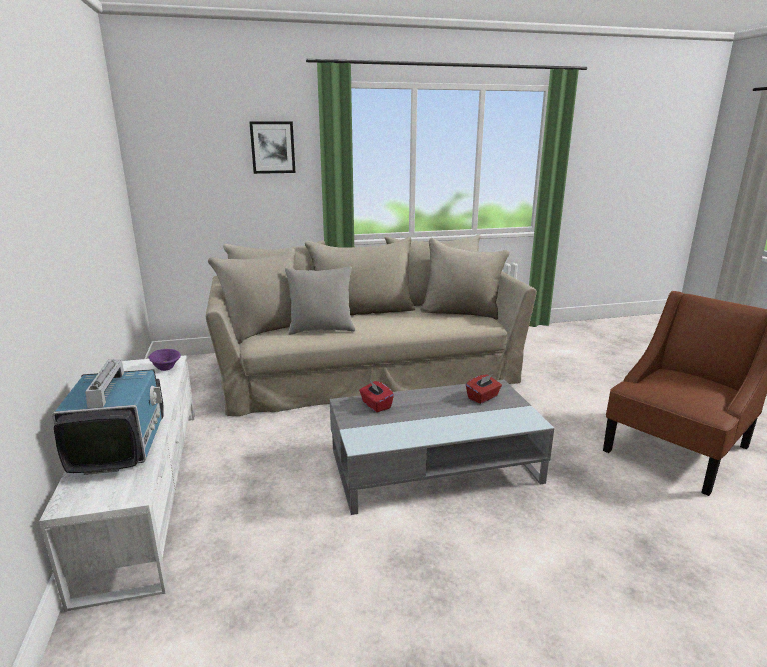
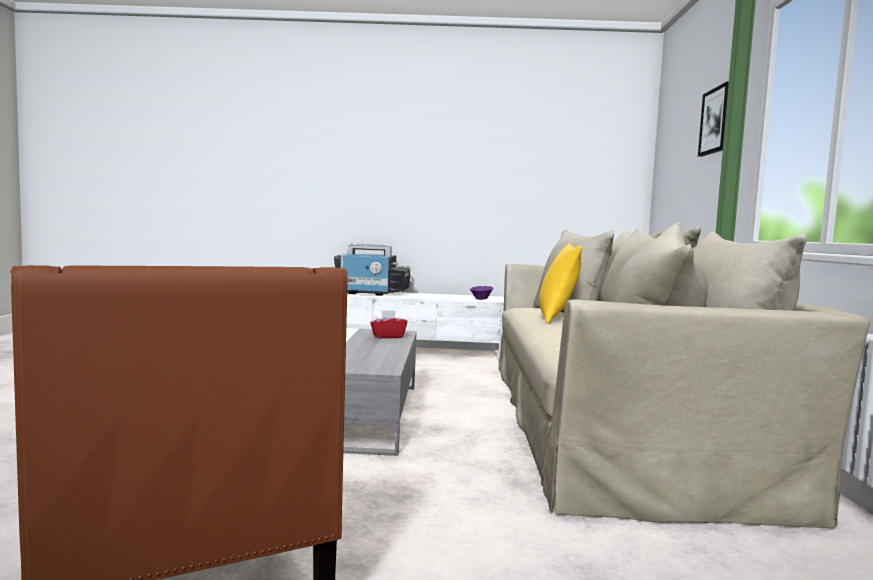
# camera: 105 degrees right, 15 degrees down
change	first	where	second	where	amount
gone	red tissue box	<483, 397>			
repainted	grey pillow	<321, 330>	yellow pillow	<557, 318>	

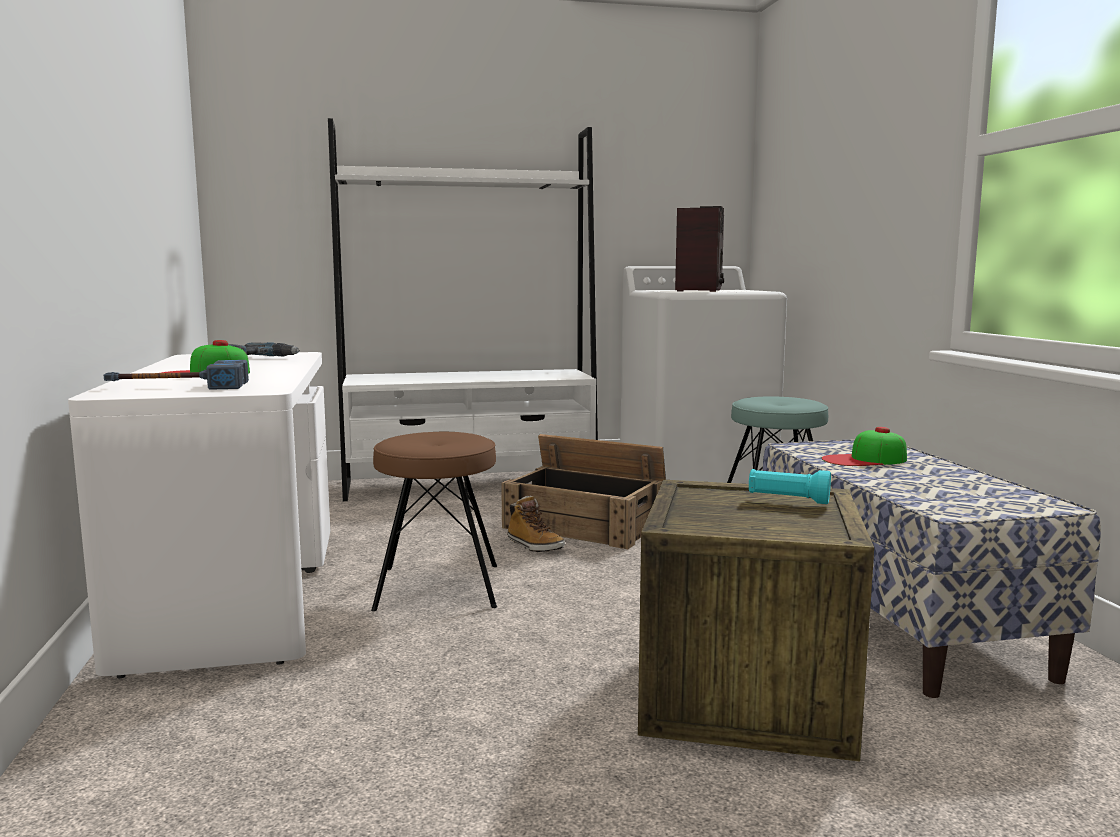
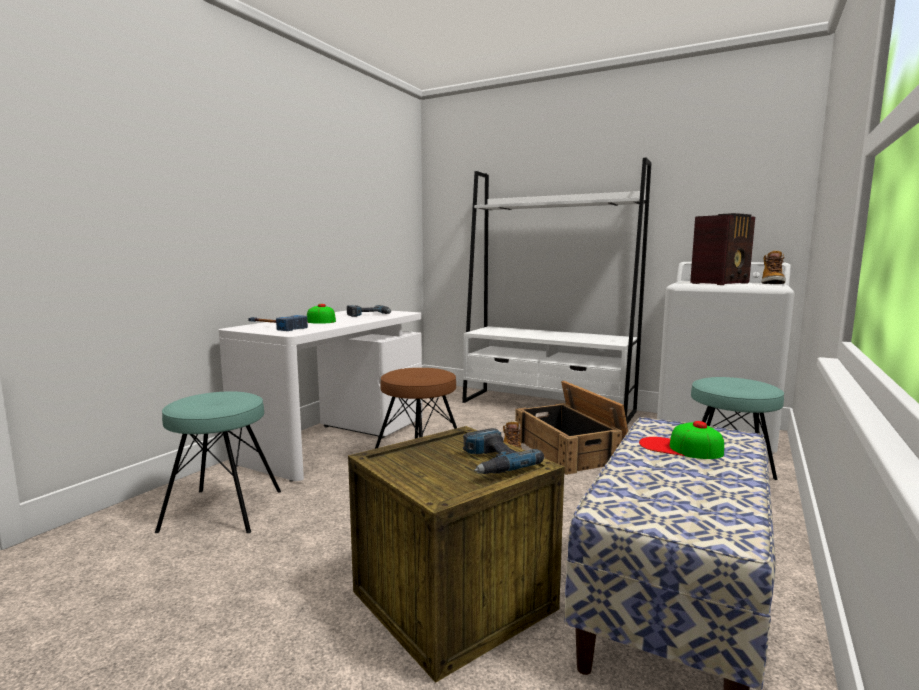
# camera: 40 degrees right, 0 degrees up
change	first	where	second	where	amount
new			turquoise stool	<223, 510>	
new			boot	<772, 283>	
swapped	turquoise flashlight	<787, 500>	power drill	<492, 461>	

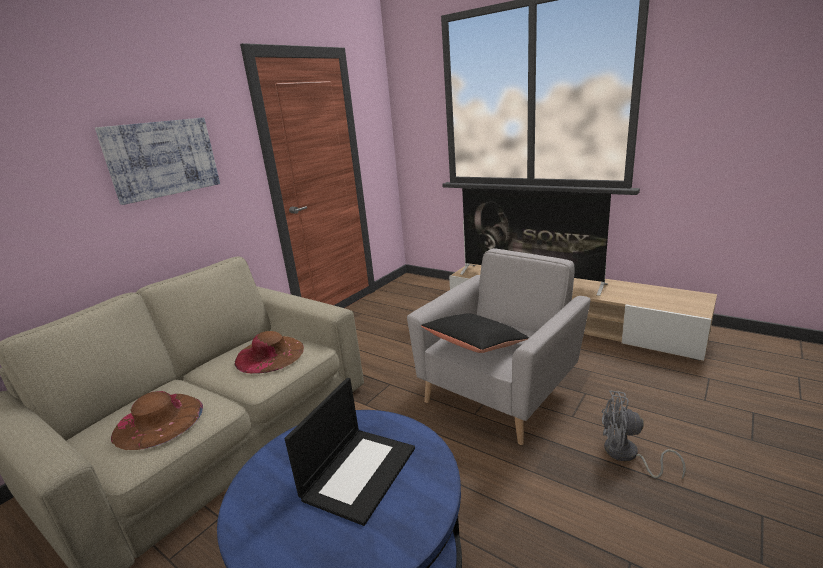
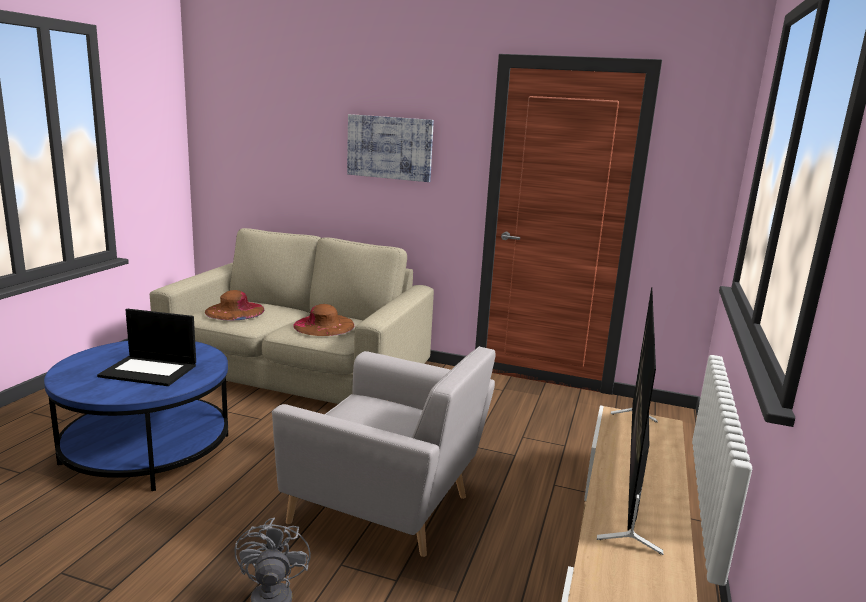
# camera: 70 degrees right, 5 degrees down
change	first	where	second	where	amount
gone	black pillow	<475, 346>			

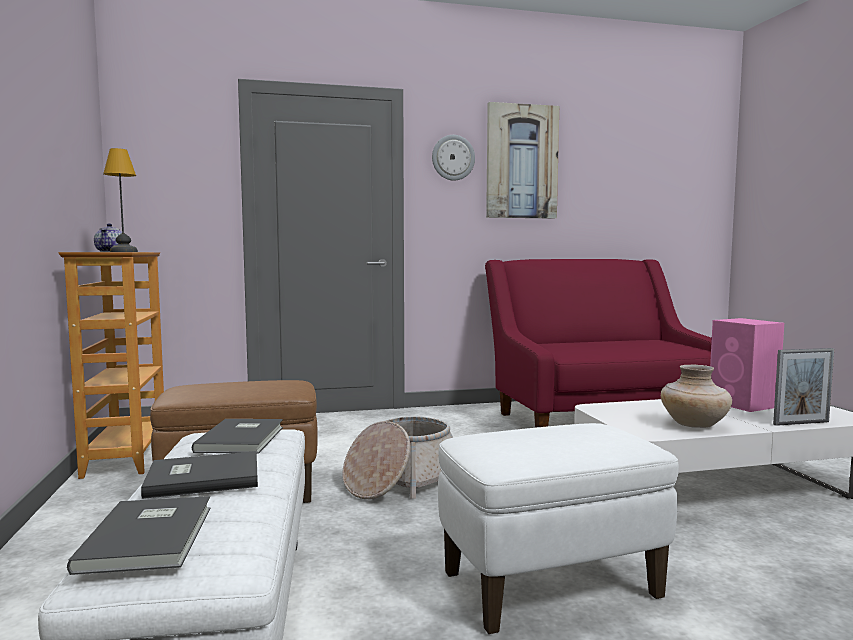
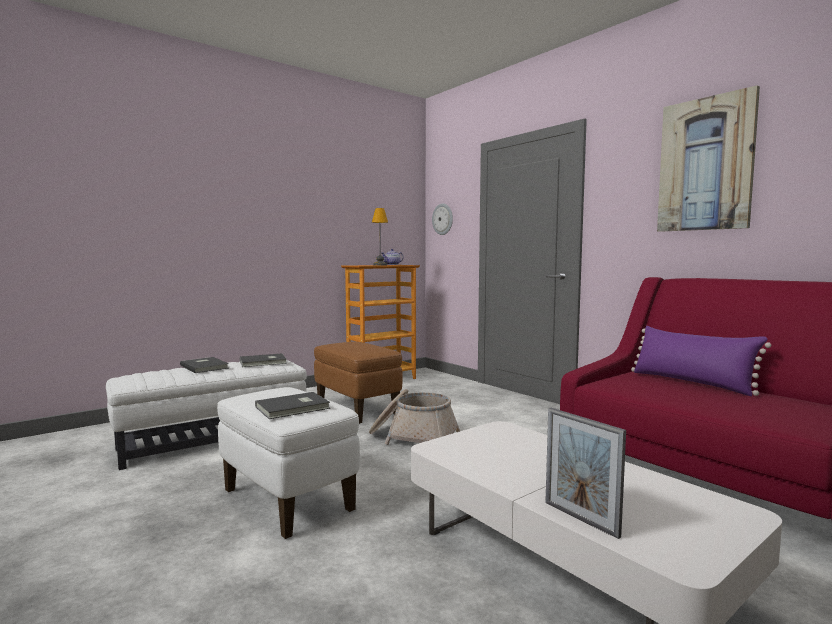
# camera: 65 degrees right, 0 degrees up
change	first	where	second	where	amount
gone	beige vase	<694, 425>			
gone	pink speaker	<744, 404>			
new			purple pillow	<691, 382>	
shifted	grey book	<152, 536>		<294, 408>	
shifted	wall clock	<453, 157>		<443, 219>	

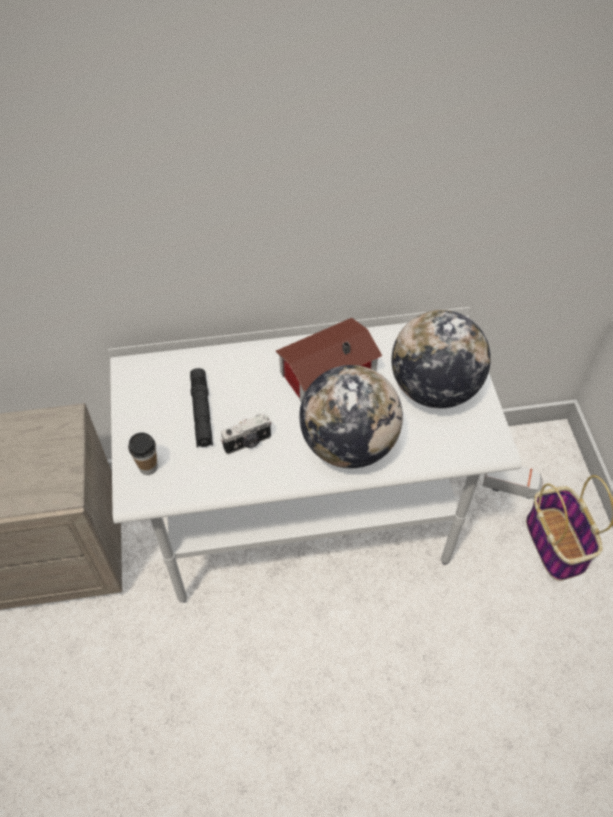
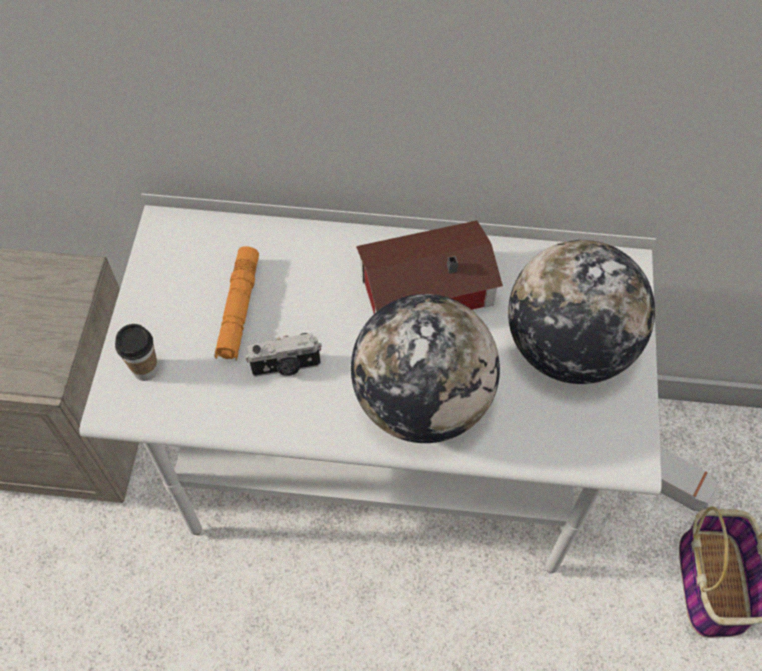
# camera: 15 degrees right, 5 degrees up
change	first	where	second	where	amount
repainted	black flashlight	<201, 412>	orange flashlight	<238, 309>	

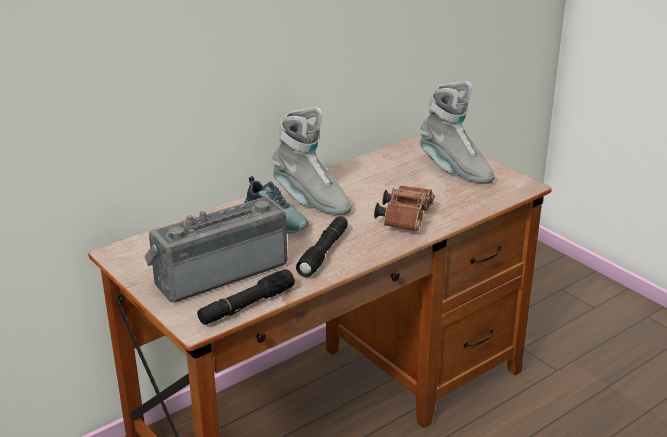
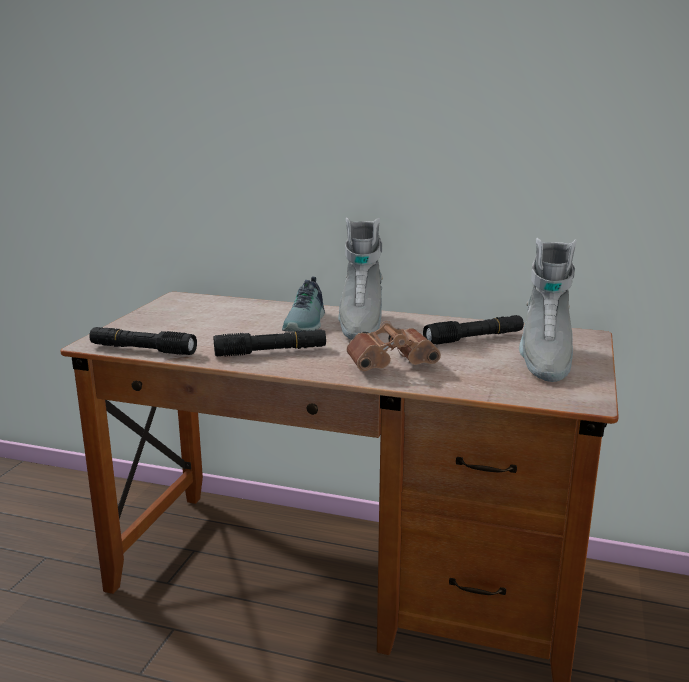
# camera: 55 degrees right, 10 degrees down
change	first	where	second	where	amount
gone	radio	<219, 272>			
new			black flashlight	<474, 338>	

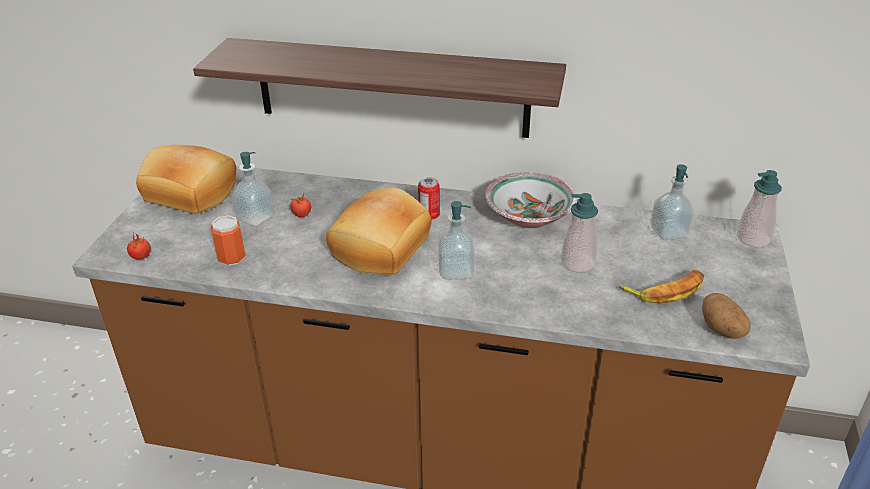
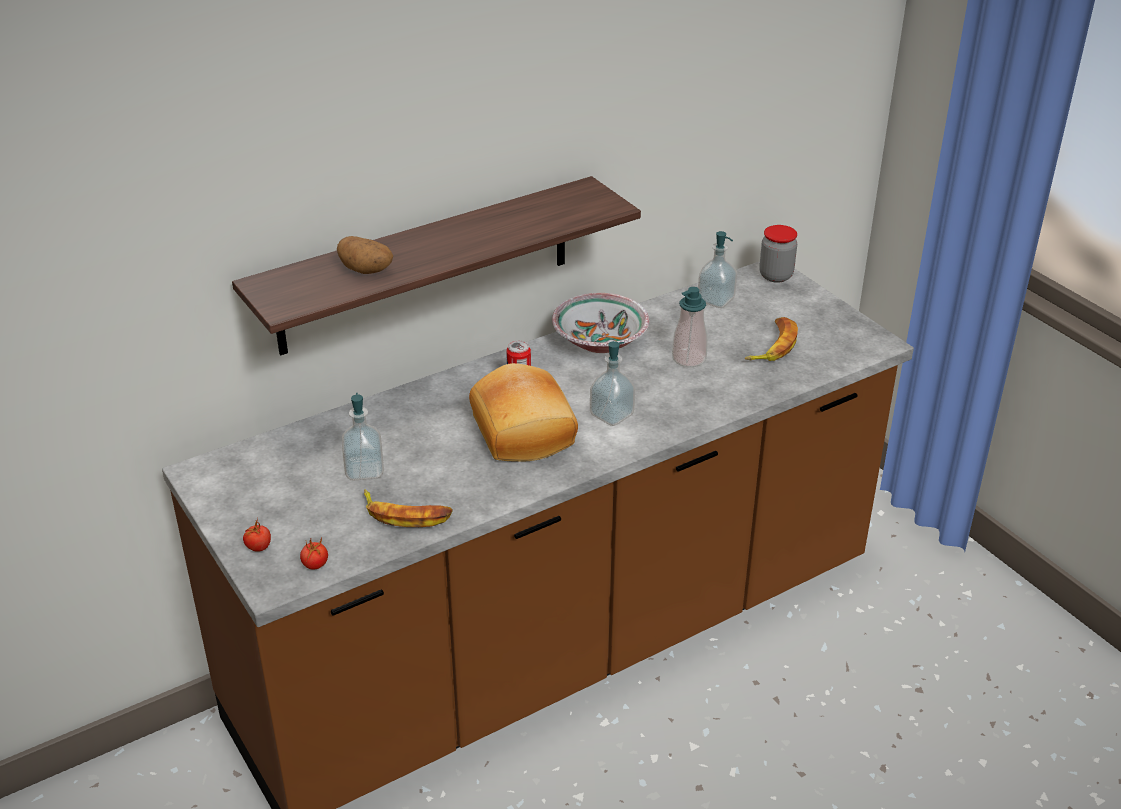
# camera: 45 degrees left, 0 degrees up
change	first	where	second	where	amount
gone	bread	<189, 194>			
shifted	tomato	<301, 214>		<258, 547>	
shifted	potato	<722, 330>		<367, 270>	
swapped	can	<231, 258>	banana	<406, 514>	
swapped	soap dispenser	<753, 239>	jar	<775, 276>	

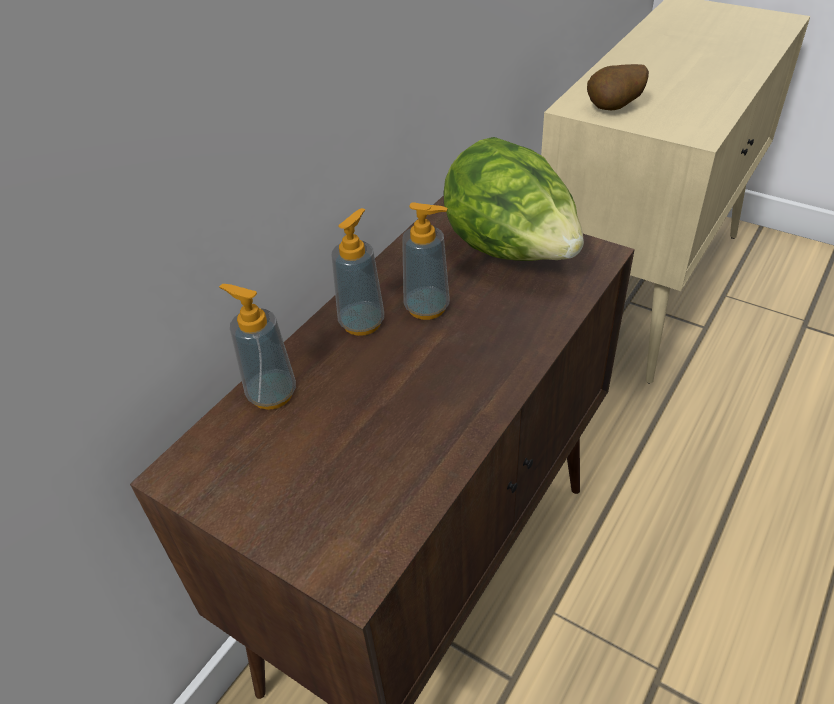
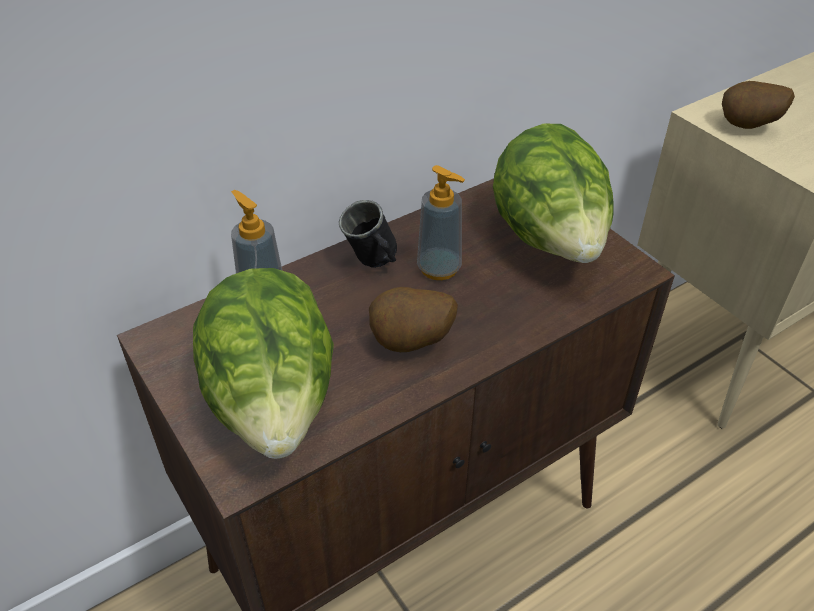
# camera: 20 degrees right, 0 degrees up
change	first	where	second	where	amount
new			lettuce	<274, 404>	
new			potato	<411, 344>	
swapped	soap dispenser	<362, 323>	black mug	<374, 263>	

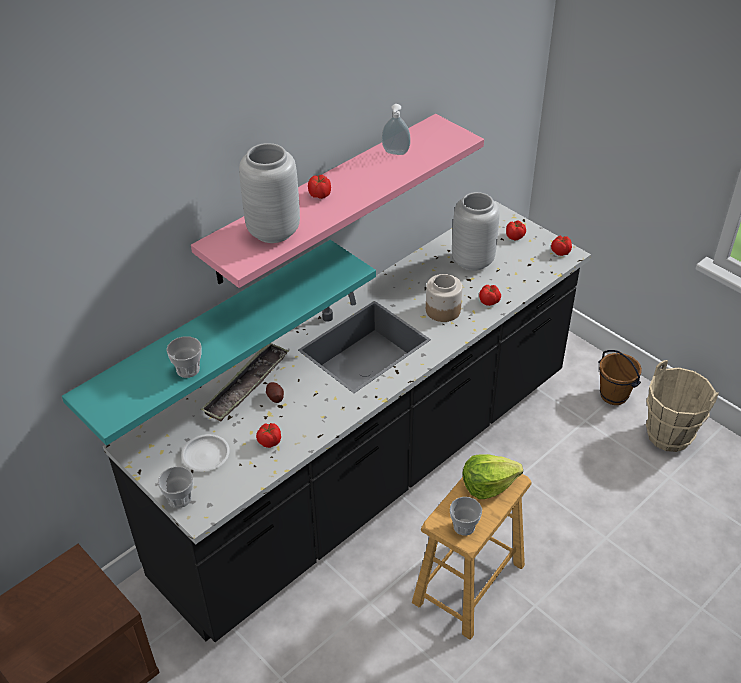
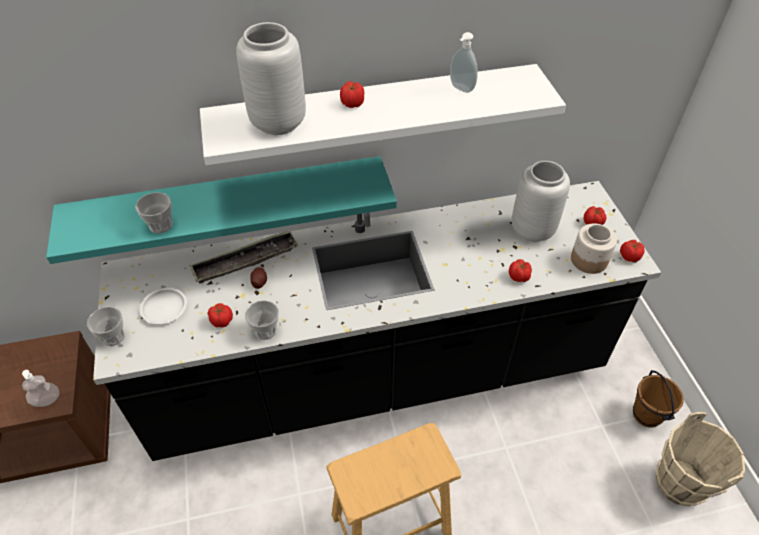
# camera: 30 degrees right, 5 degrees up
change	first	where	second	where	amount
gone	lettuce	<488, 484>			
new			soap dispenser	<47, 400>	
shifted	jar	<442, 310>		<588, 260>	
shifted	cup	<464, 526>		<265, 330>	
repainted	pink shelf	<324, 198>	white shelf	<375, 111>	

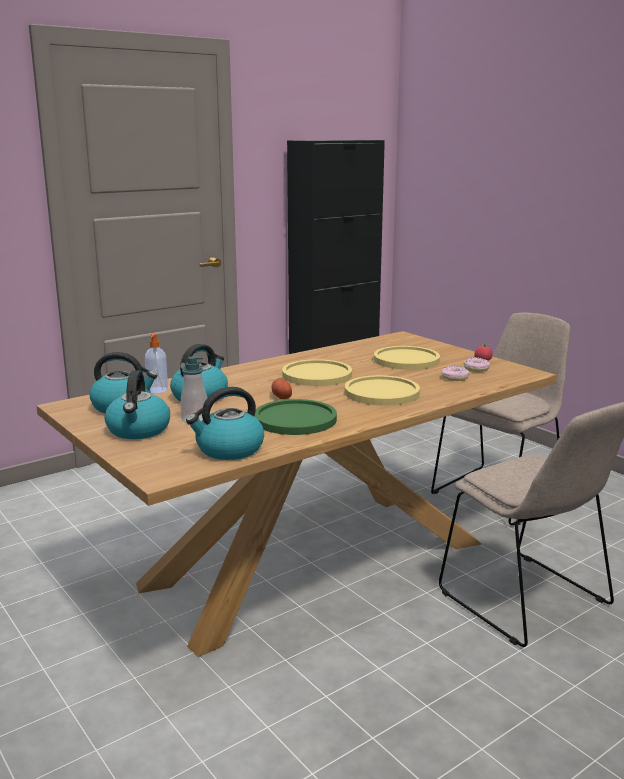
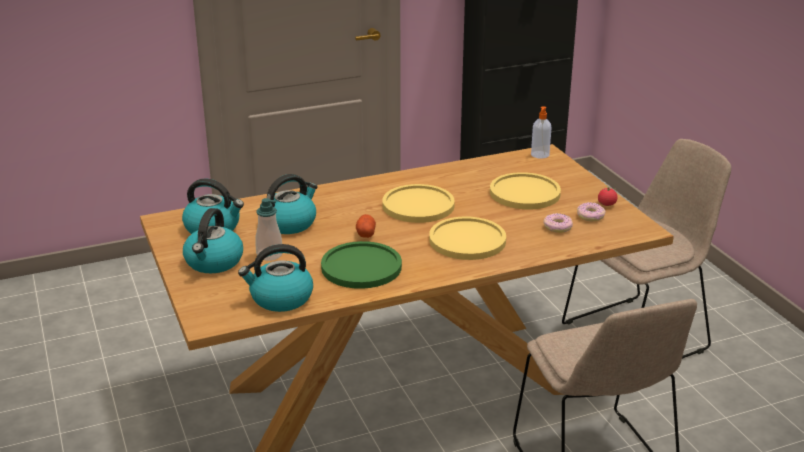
# camera: 15 degrees right, 10 degrees up
change	first	where	second	where	amount
shifted	soap dispenser	<157, 390>		<540, 155>	

